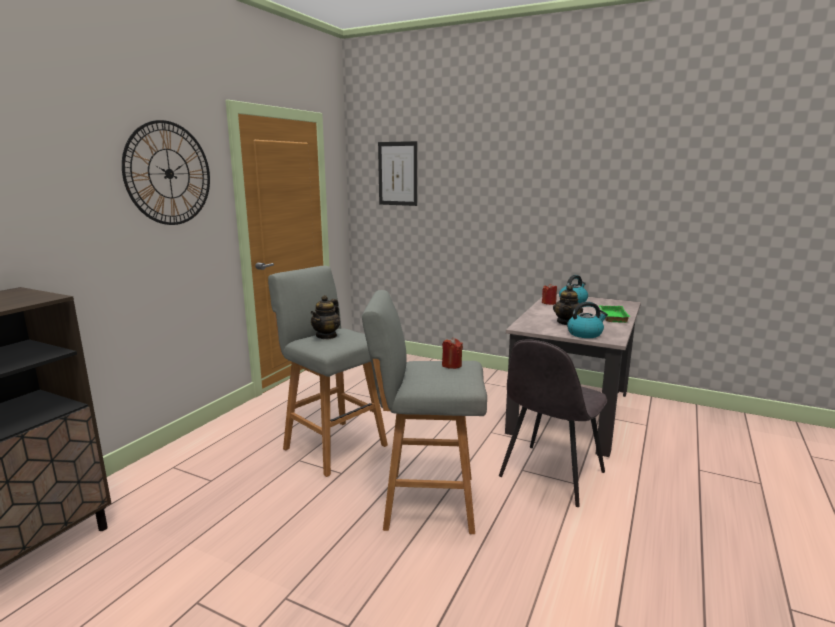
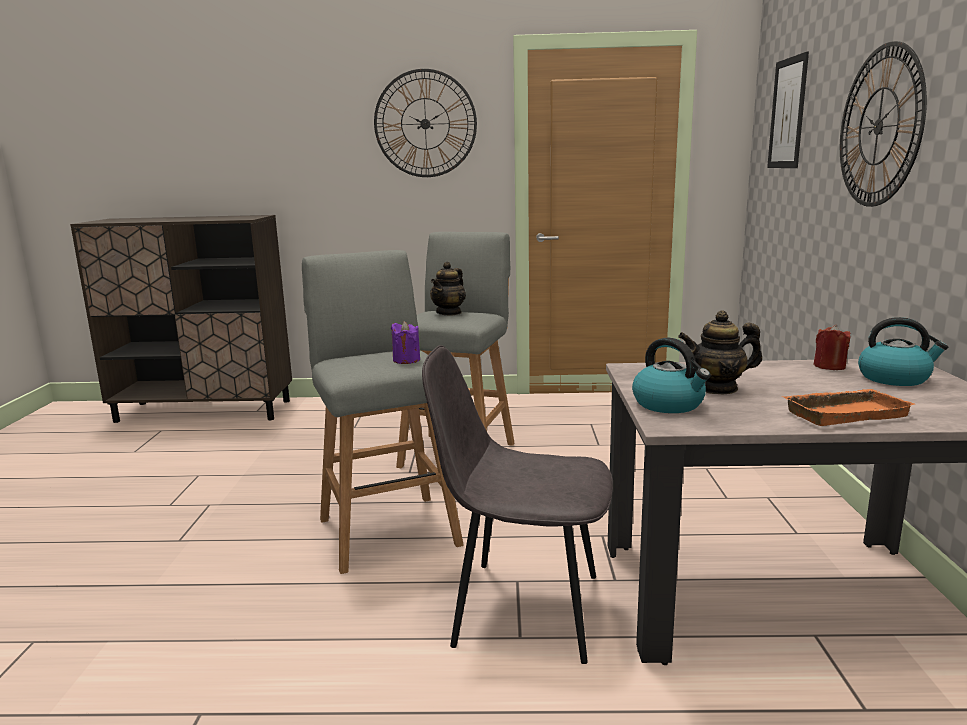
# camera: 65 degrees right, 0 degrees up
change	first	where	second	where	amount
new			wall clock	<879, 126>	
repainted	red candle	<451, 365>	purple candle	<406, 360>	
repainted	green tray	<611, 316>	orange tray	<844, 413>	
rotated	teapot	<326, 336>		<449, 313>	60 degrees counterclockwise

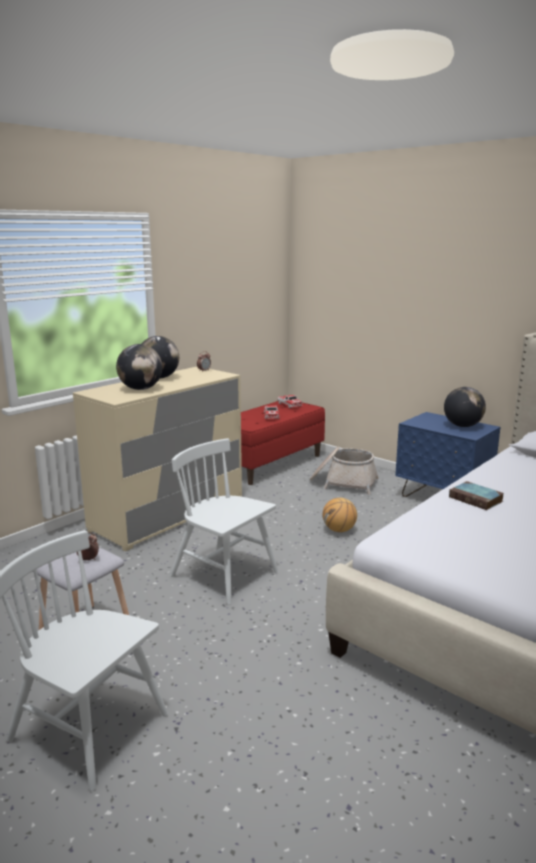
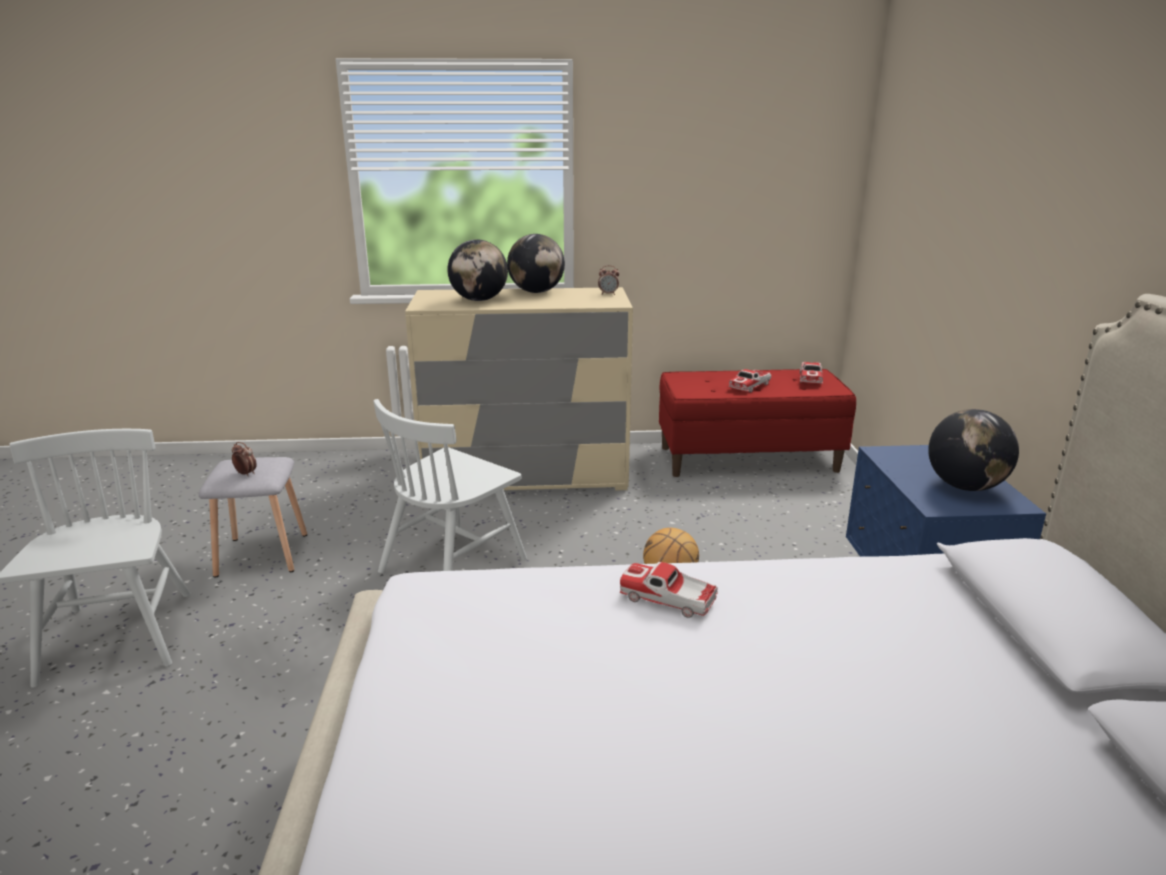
# camera: 45 degrees right, 5 degrees up
change	first	where	second	where	amount
gone	basket	<343, 482>			
swapped	book	<477, 499>	toy car	<668, 599>	
rotated	white chair	<224, 575>		<453, 564>	135 degrees counterclockwise

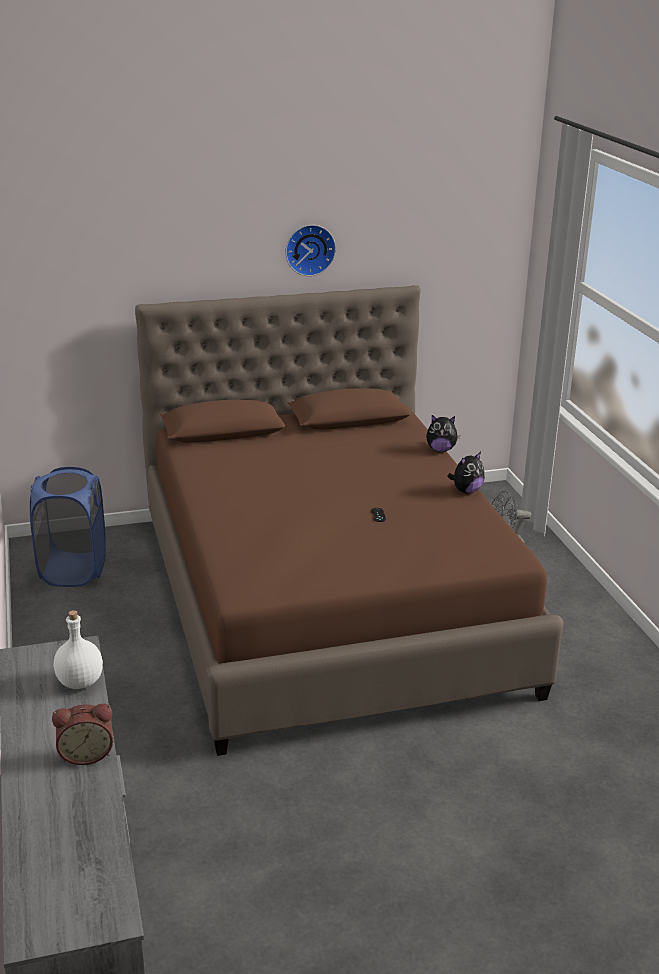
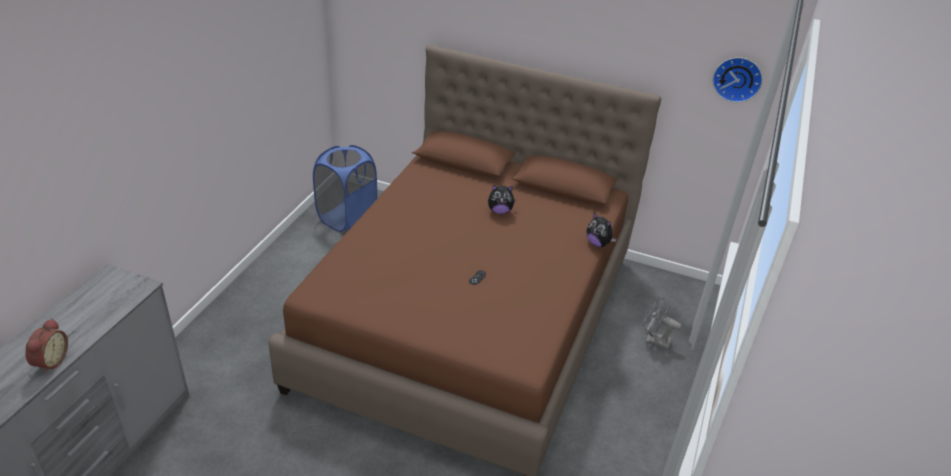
# camera: 35 degrees right, 10 degrees up
change	first	where	second	where	amount
gone	white bottle	<81, 682>			
shifted	wall clock	<309, 249>		<737, 78>	
shifted	plush toy	<466, 491>		<500, 211>	
rotated	alarm clock	<86, 754>		<50, 361>	105 degrees counterclockwise

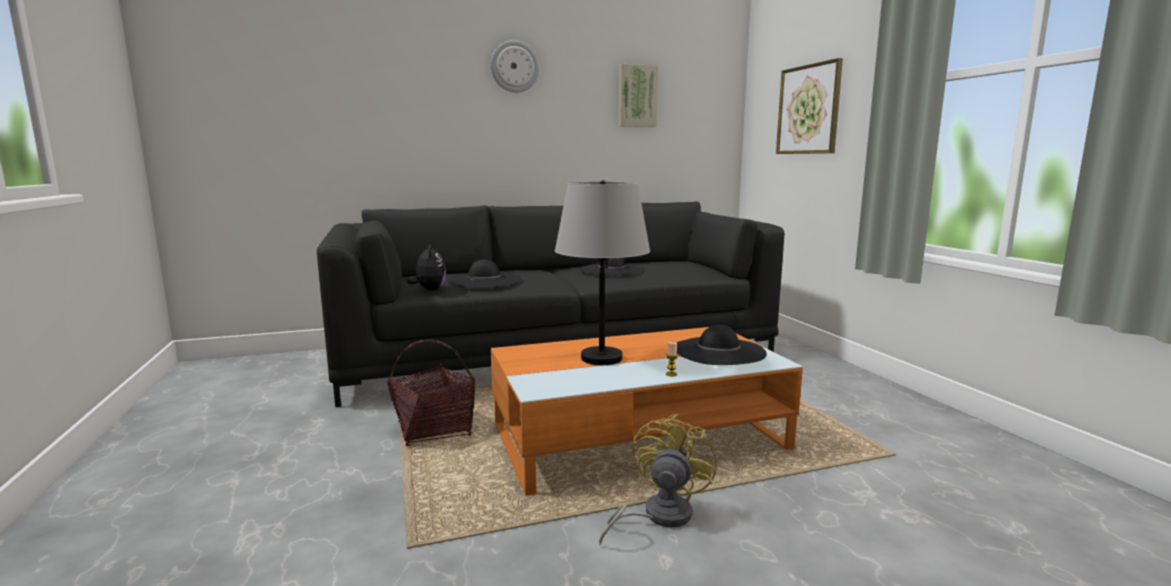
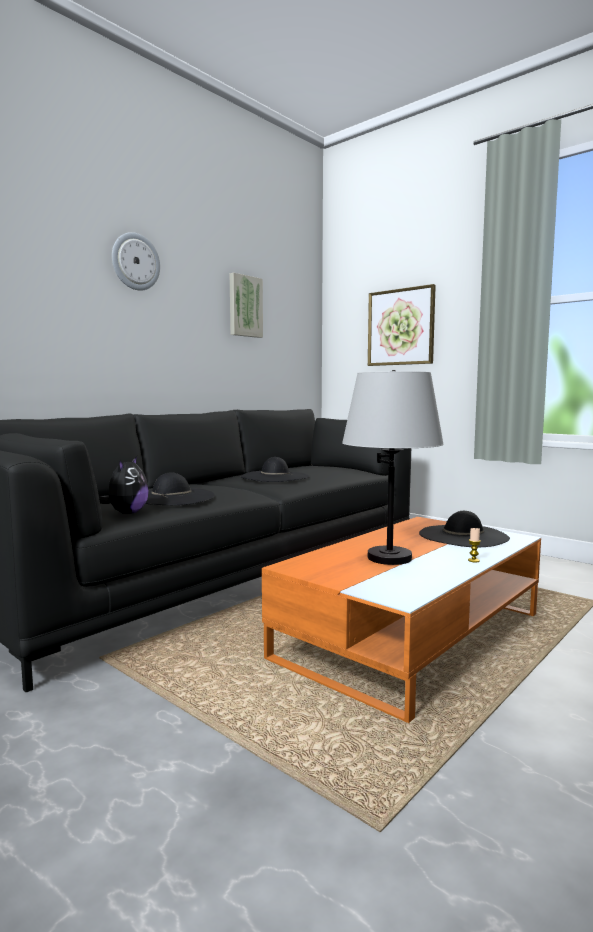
# camera: 30 degrees left, 5 degrees down
change	first	where	second	where	amount
gone	basket	<434, 429>			
gone	yellow fan	<658, 516>			
rotated	plush toy	<429, 290>		<126, 513>	60 degrees clockwise

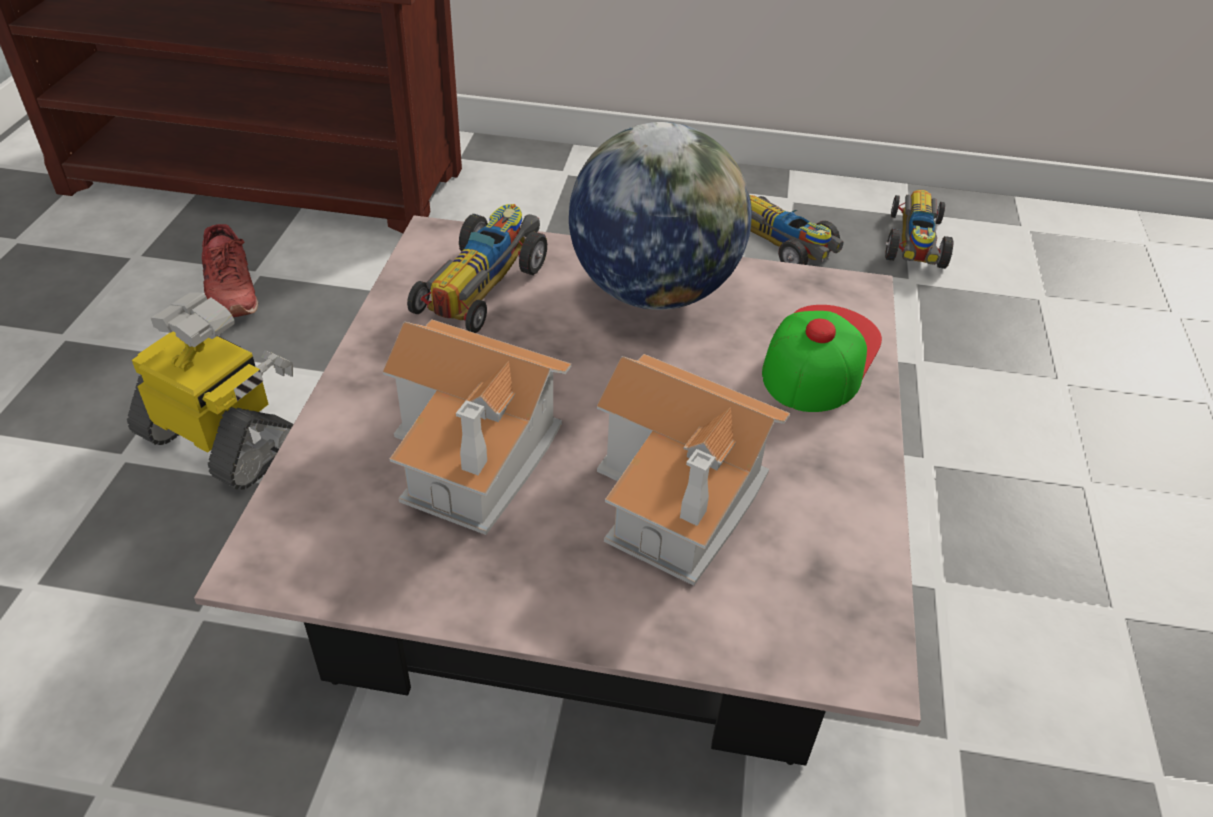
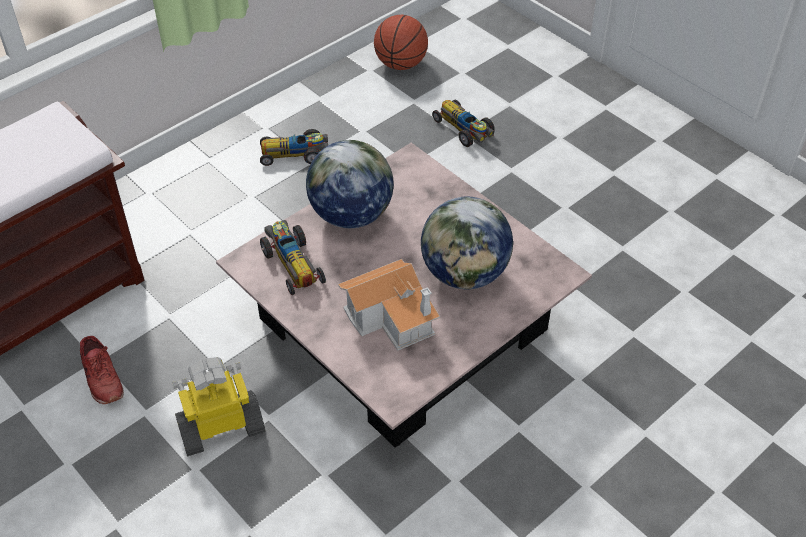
# camera: 50 degrees left, 5 degrees up
change	first	where	second	where	amount
gone	cap	<820, 356>			
new			basketball	<400, 64>	
shifted	toy car	<914, 244>		<464, 130>	
swapped	toy house	<682, 497>	globe	<465, 274>	
rotated	red shoe	<230, 289>		<101, 377>	45 degrees clockwise

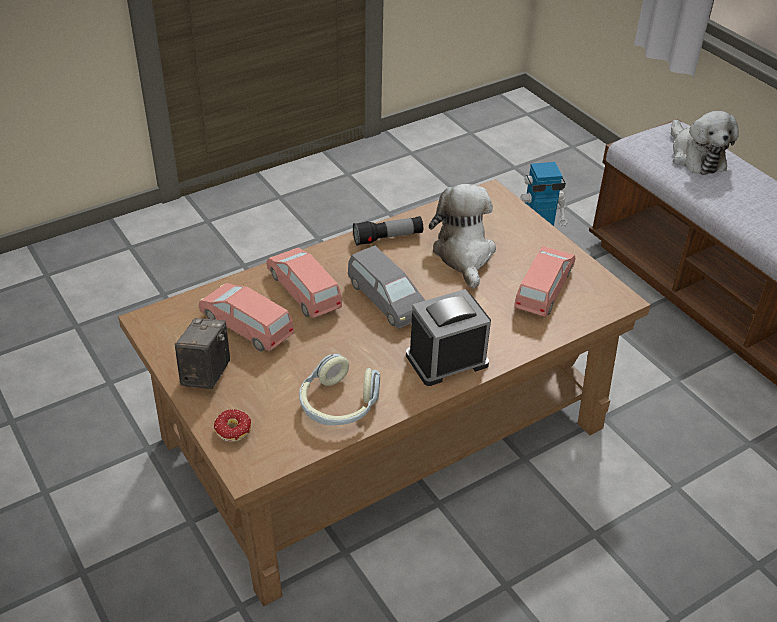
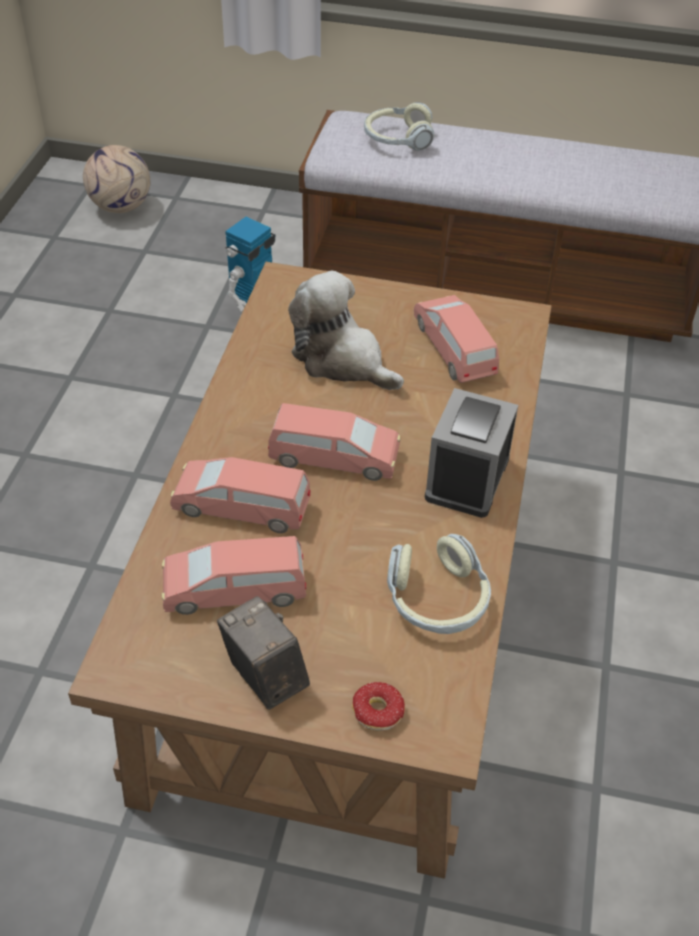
# camera: 45 degrees left, 5 degrees up
change	first	where	second	where	amount
gone	flashlight	<388, 238>			
new			football	<121, 206>	
swapped	plush toy	<695, 156>	headphones	<397, 139>	
repainted	grey toy car	<386, 300>	pink toy car	<334, 457>	

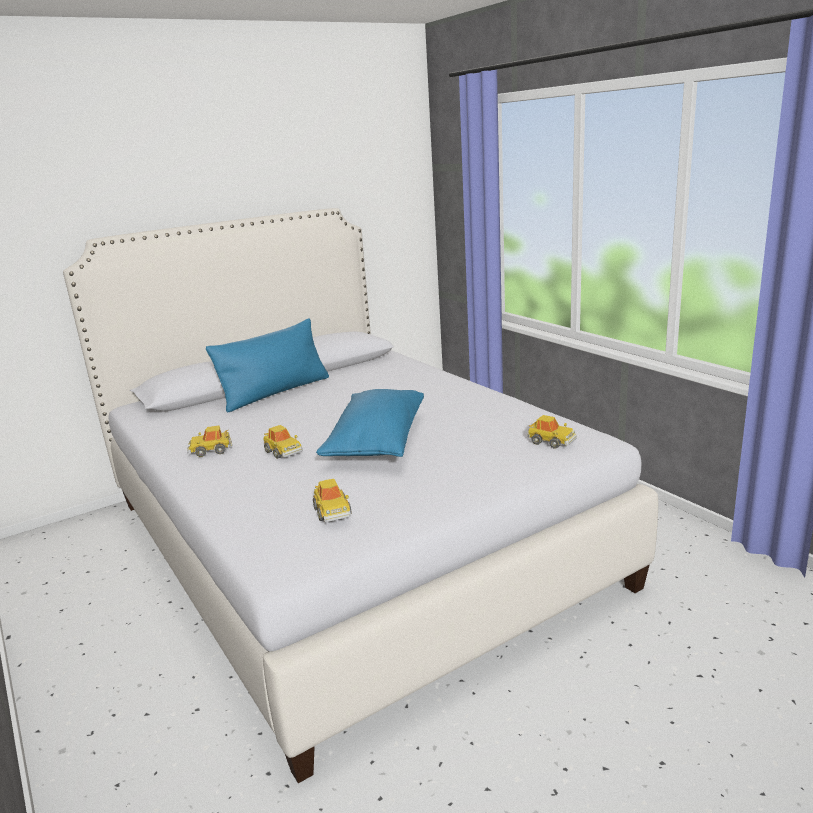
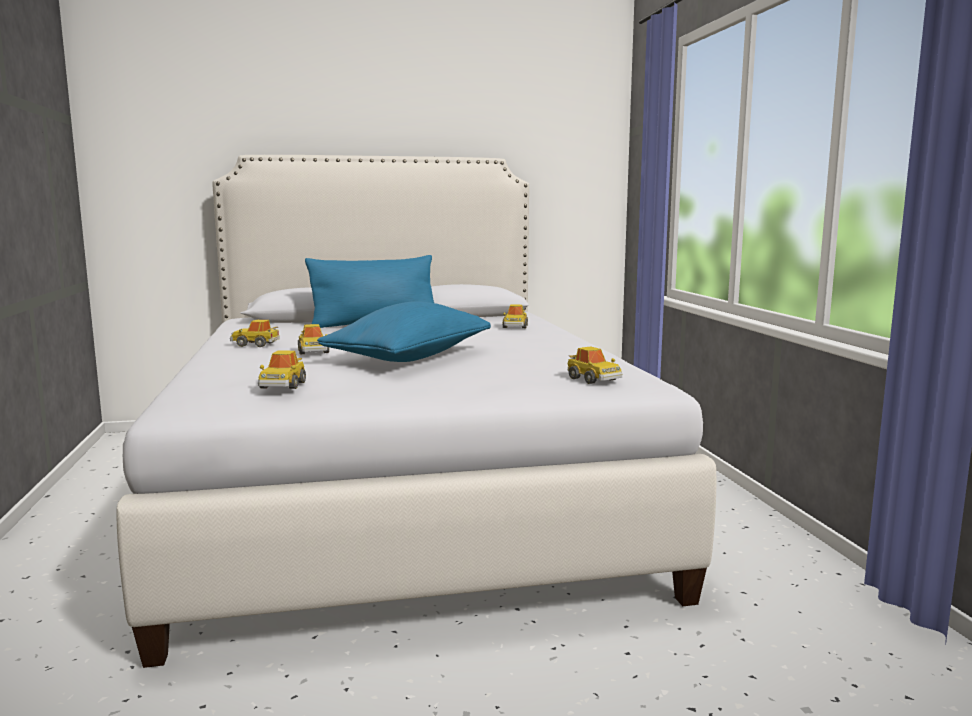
# camera: 20 degrees right, 10 degrees down
change	first	where	second	where	amount
new			toy car	<515, 326>	

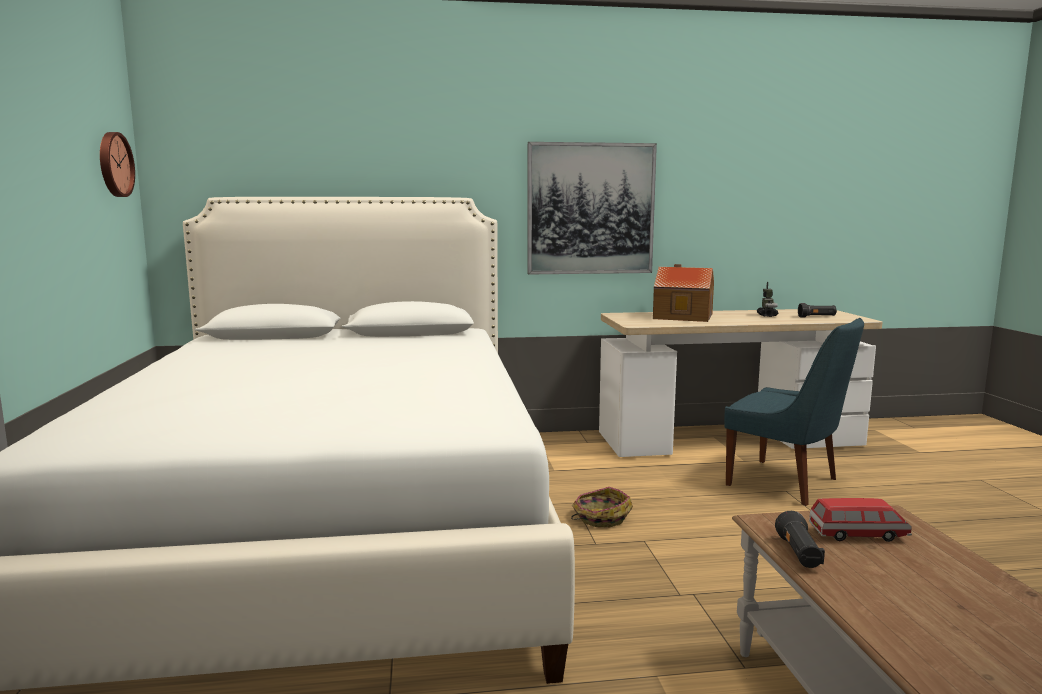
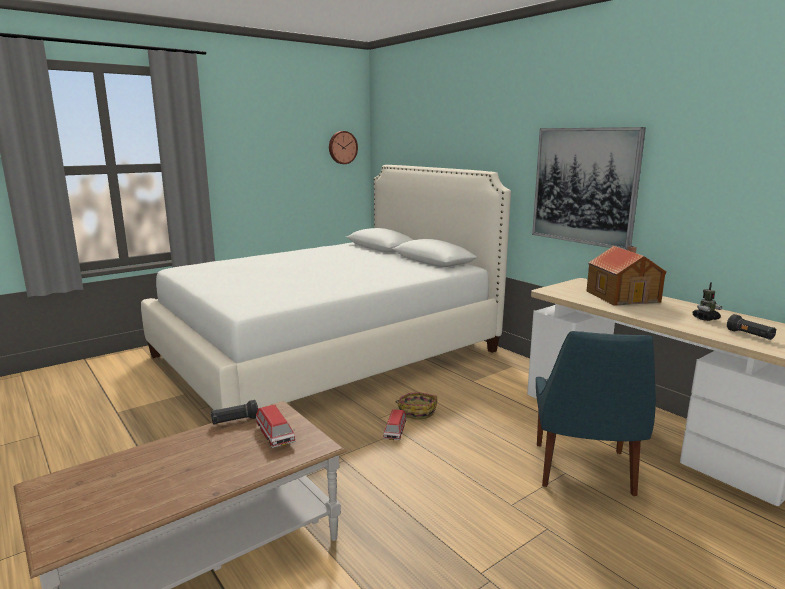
# camera: 60 degrees right, 5 degrees up
change	first	where	second	where	amount
new			toy car	<395, 432>	

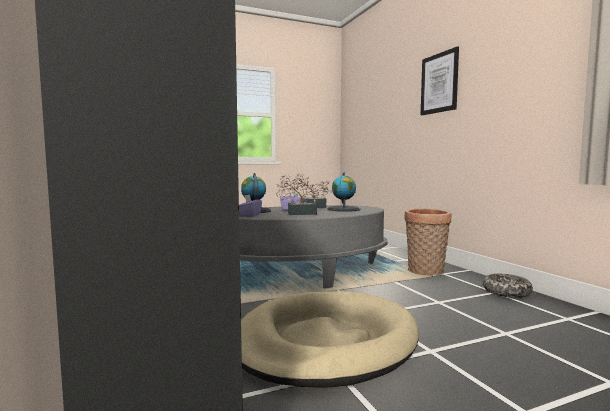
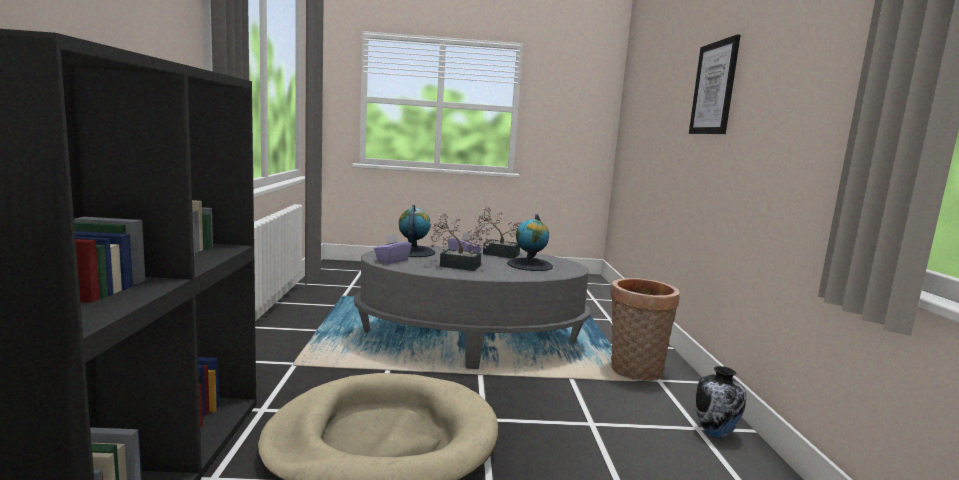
# camera: 20 degrees right, 5 degrees up
change	first	where	second	where	amount
swapped	bowl	<506, 292>	vase	<715, 432>	

